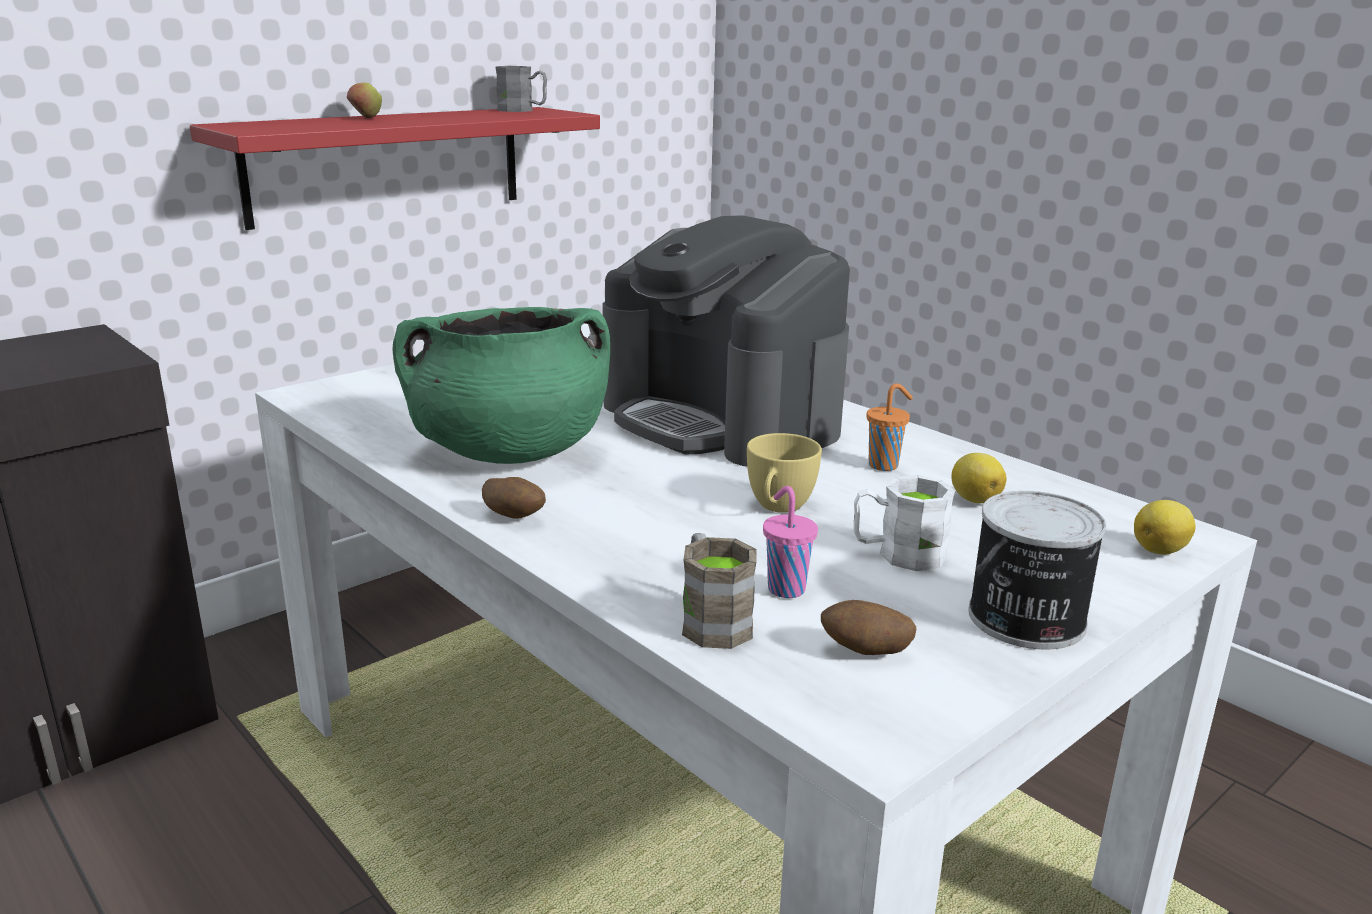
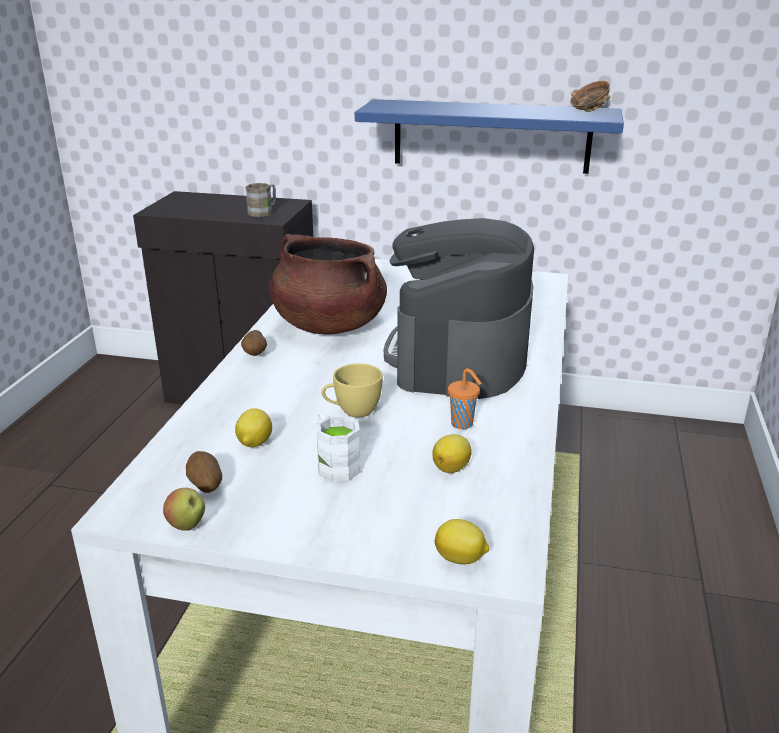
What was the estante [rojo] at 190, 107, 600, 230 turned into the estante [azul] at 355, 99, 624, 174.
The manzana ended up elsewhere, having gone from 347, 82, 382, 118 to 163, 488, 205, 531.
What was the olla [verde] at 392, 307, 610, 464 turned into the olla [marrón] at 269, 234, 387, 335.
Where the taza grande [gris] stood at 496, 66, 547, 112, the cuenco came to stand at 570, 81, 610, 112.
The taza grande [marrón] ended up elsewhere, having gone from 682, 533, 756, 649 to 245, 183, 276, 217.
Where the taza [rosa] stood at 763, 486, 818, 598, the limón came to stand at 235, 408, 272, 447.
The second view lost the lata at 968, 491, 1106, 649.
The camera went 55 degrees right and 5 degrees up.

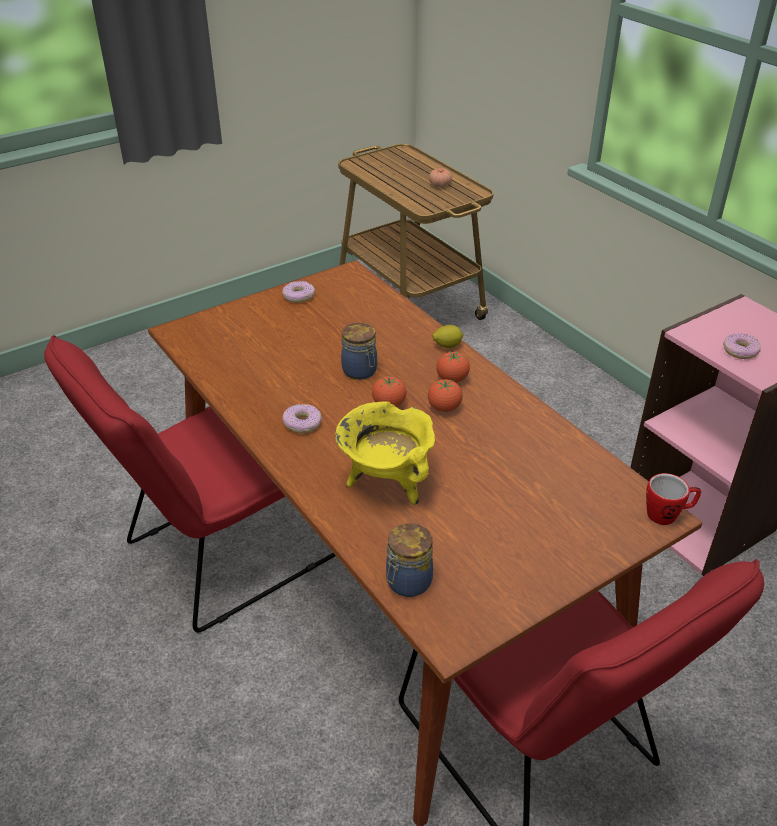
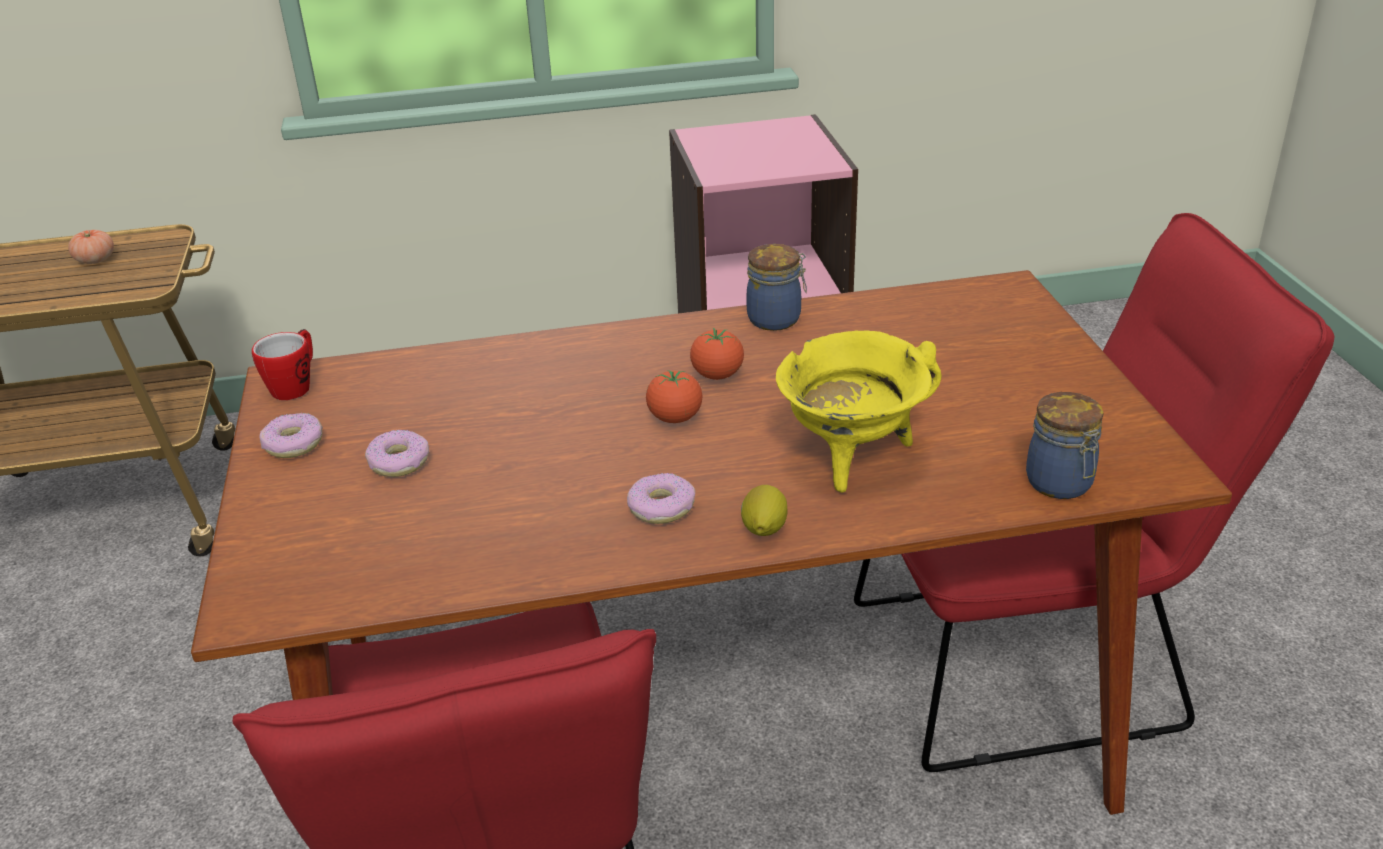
The tarro ended up elsewhere, having gone from 341, 323, 377, 380 to 746, 244, 807, 331.
The limón ended up elsewhere, having gone from 432, 325, 464, 348 to 741, 485, 787, 536.
The second view lost the tomate at 436, 351, 470, 383.
The taza grande ended up elsewhere, having gone from 646, 473, 701, 525 to 252, 329, 313, 400.
The rosquilla ended up elsewhere, having gone from 723, 333, 761, 359 to 365, 430, 429, 477.
The camera went 65 degrees left and 5 degrees down.

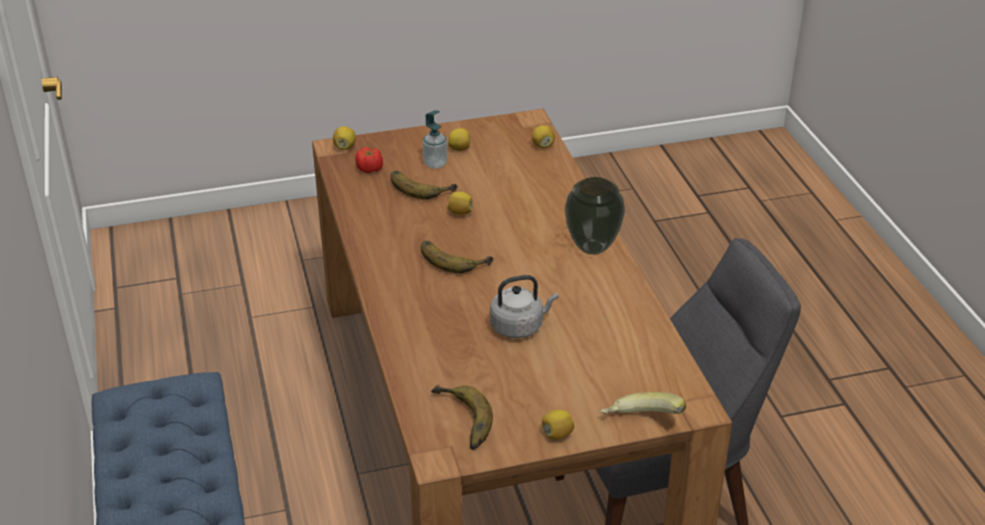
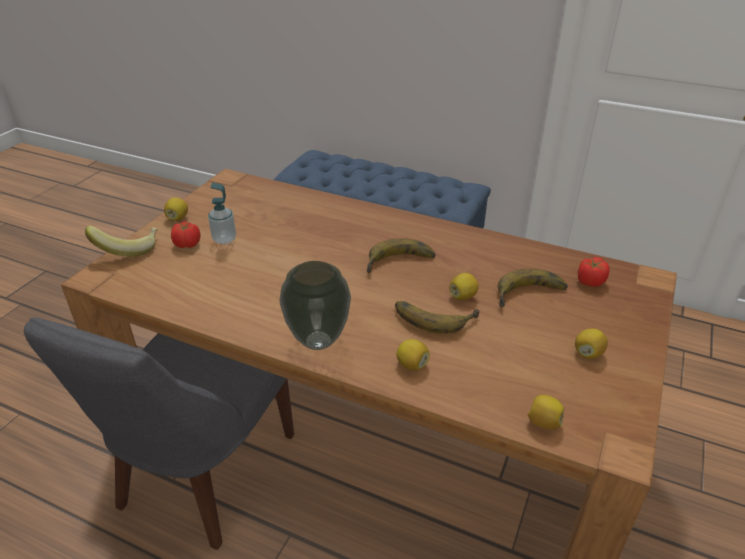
The limón ended up elsewhere, having gone from 333, 126, 356, 150 to 396, 339, 430, 371.
The dispensador de jabón ended up elsewhere, having gone from 423, 110, 448, 169 to 208, 182, 236, 244.
The plátano ended up elsewhere, having gone from 431, 385, 493, 450 to 395, 301, 480, 333.
The second view lost the hervidor [gris] at 490, 275, 558, 338.
The second view gained the tomate at 171, 222, 200, 248.
The camera went 130 degrees right and 0 degrees up.

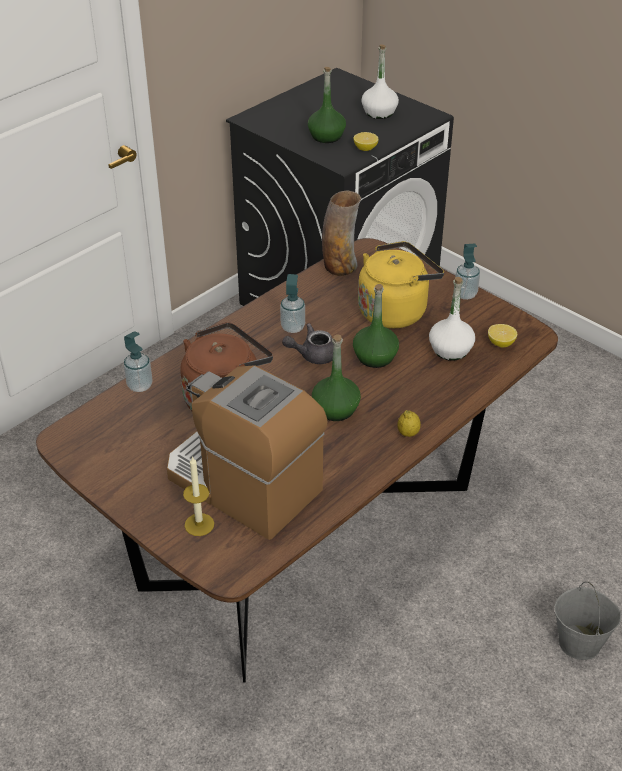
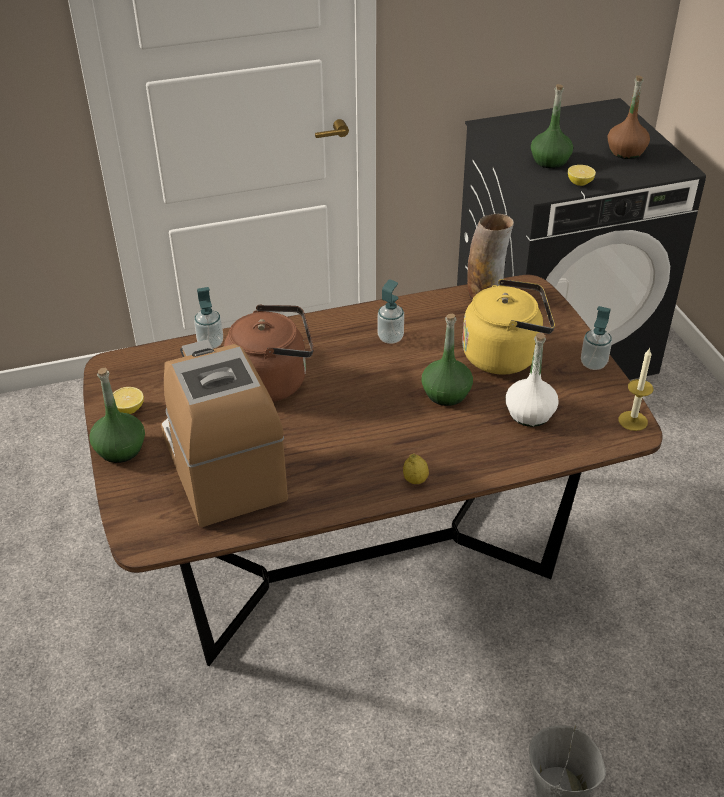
The vela ended up elsewhere, having gone from 183, 456, 214, 536 to 619, 348, 653, 431.
The second view lost the tetera [gris] at 282, 323, 334, 364.
The botella [verde] ended up elsewhere, having gone from 312, 334, 361, 421 to 89, 368, 145, 463.
What was the botella [blanco] at 361, 44, 399, 119 turned into the botella [marrón] at 608, 75, 650, 159.
The limón ended up elsewhere, having gone from 488, 324, 517, 348 to 113, 387, 144, 414.
The camera went 30 degrees right and 0 degrees up.

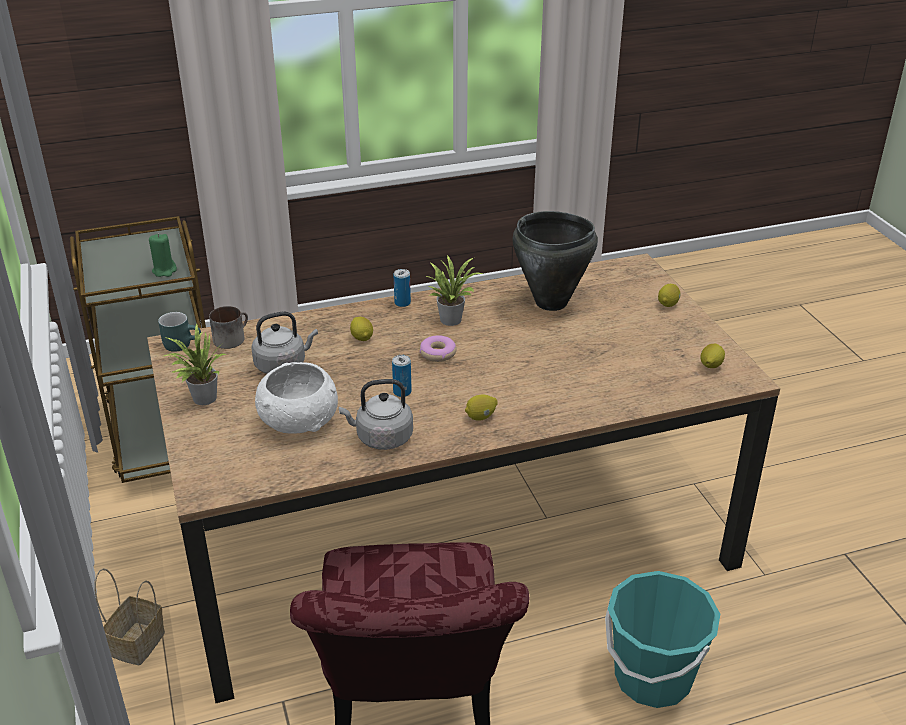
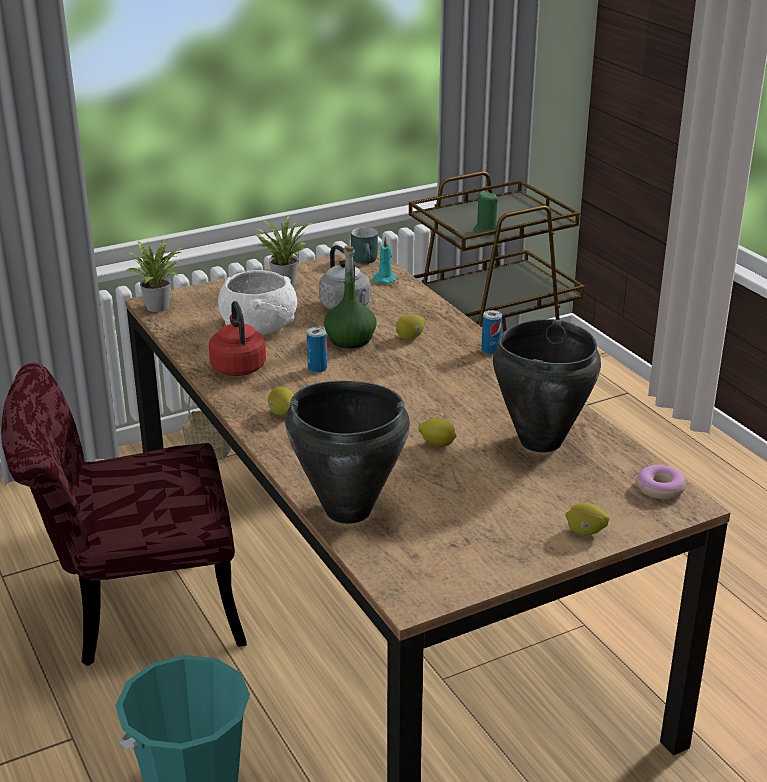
Where the taza grande stood at 209, 306, 248, 349, the vela [turquesa] came to stand at 373, 237, 397, 284.
What was the hervidor [gris] at 339, 379, 413, 450 turned into the hervidor [rojo] at 209, 301, 266, 376.
The rosquilla ended up elsewhere, having gone from 420, 335, 457, 362 to 636, 465, 686, 499.
The planta en maceta ended up elsewhere, having gone from 426, 255, 484, 326 to 126, 240, 184, 312.
The limón ended up elsewhere, having gone from 701, 344, 725, 368 to 418, 418, 457, 447.
The second view gained the olla [negro] at 285, 381, 410, 524.
The second view gained the botella [verde] at 324, 246, 376, 348.
The camera went 80 degrees right and 5 degrees down.

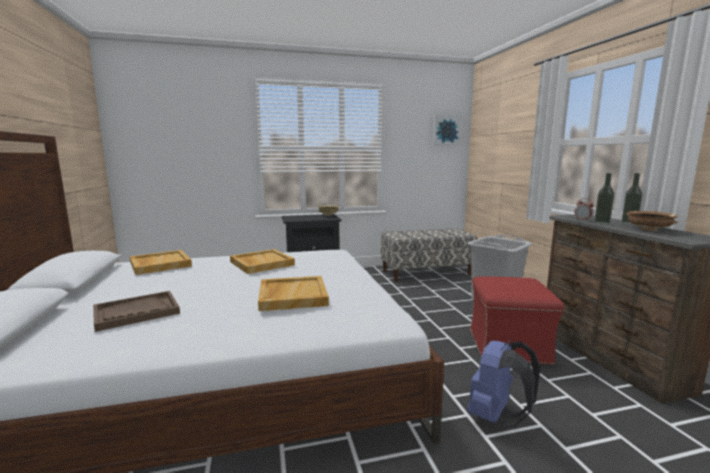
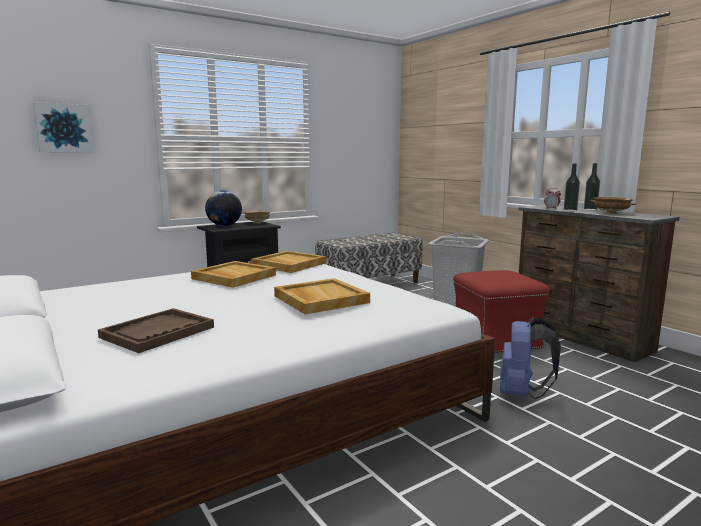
The bandeja [beis] ended up elsewhere, having gone from 130, 250, 192, 275 to 251, 251, 326, 273.
The cuadro ended up elsewhere, having gone from 433, 115, 462, 146 to 33, 102, 93, 153.
The second view gained the globo terráqueo at 205, 190, 242, 226.
The camera went 20 degrees left and 0 degrees up.

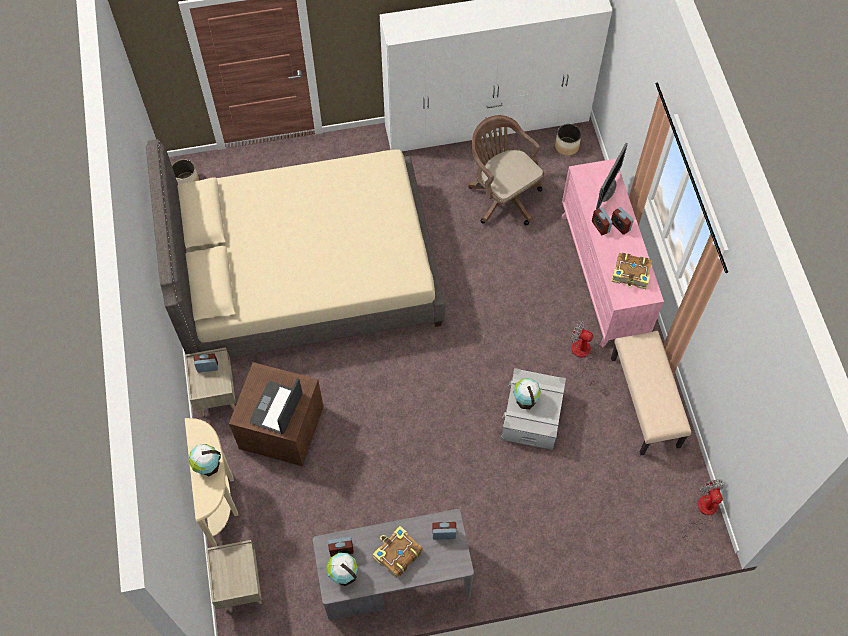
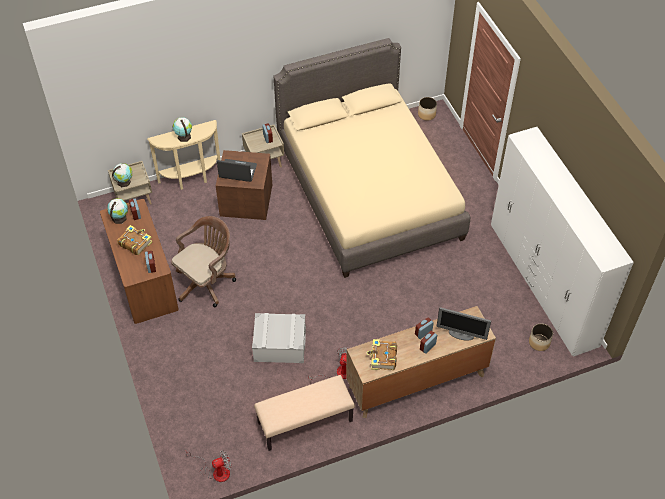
What was the escritorio [gris] at 313, 509, 474, 620 turned into the escritorio [marrón] at 100, 199, 179, 324.
The silla de oficina [marrón] ended up elsewhere, having gone from 468, 115, 544, 225 to 171, 216, 236, 307.
The globo terráqueo ended up elsewhere, having gone from 513, 378, 541, 409 to 112, 163, 132, 187.
What was the cómoda [rosa] at 561, 159, 664, 347 turned into the cómoda [marrón] at 346, 306, 496, 418.
The camera went 80 degrees right and 10 degrees down.

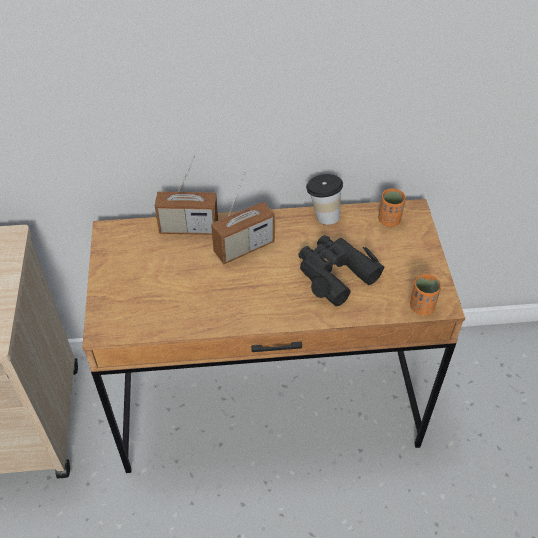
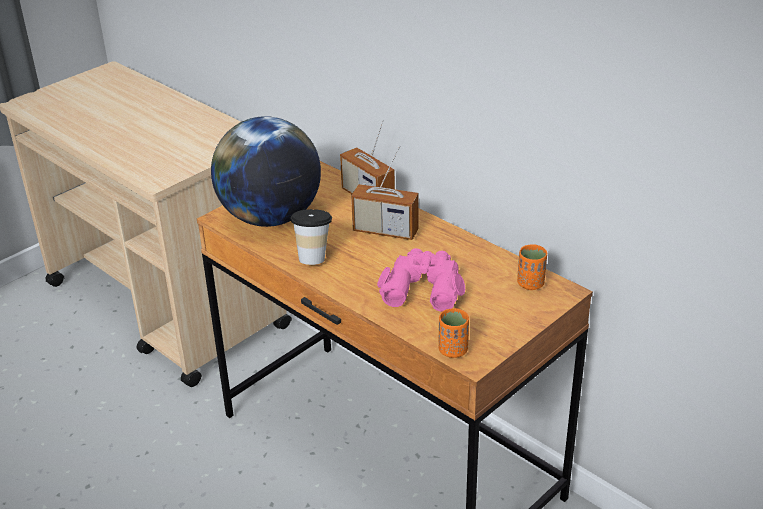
What was the prismáticos [negro] at 298, 235, 384, 306 turned into the prismáticos [rosa] at 377, 248, 465, 312.
The taza ended up elsewhere, having gone from 306, 174, 343, 225 to 291, 209, 332, 265.
The second view gained the globo terráqueo at 211, 116, 321, 227.
The camera went 50 degrees right and 15 degrees down.

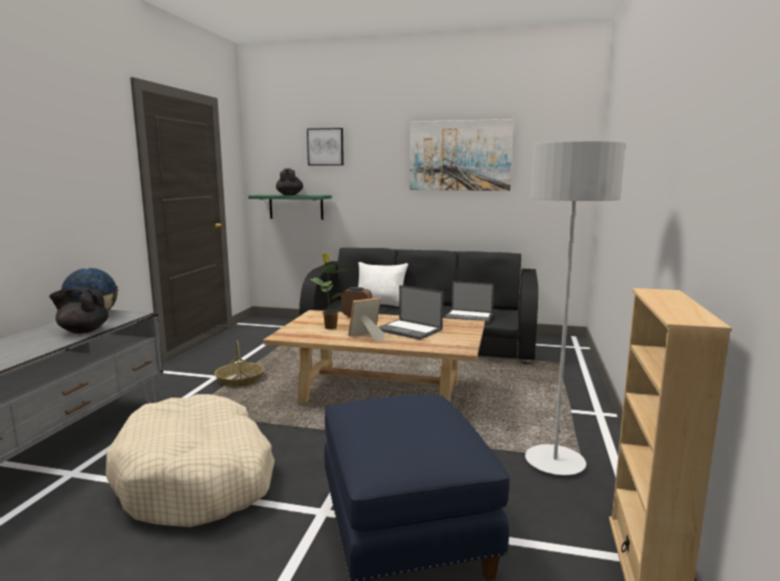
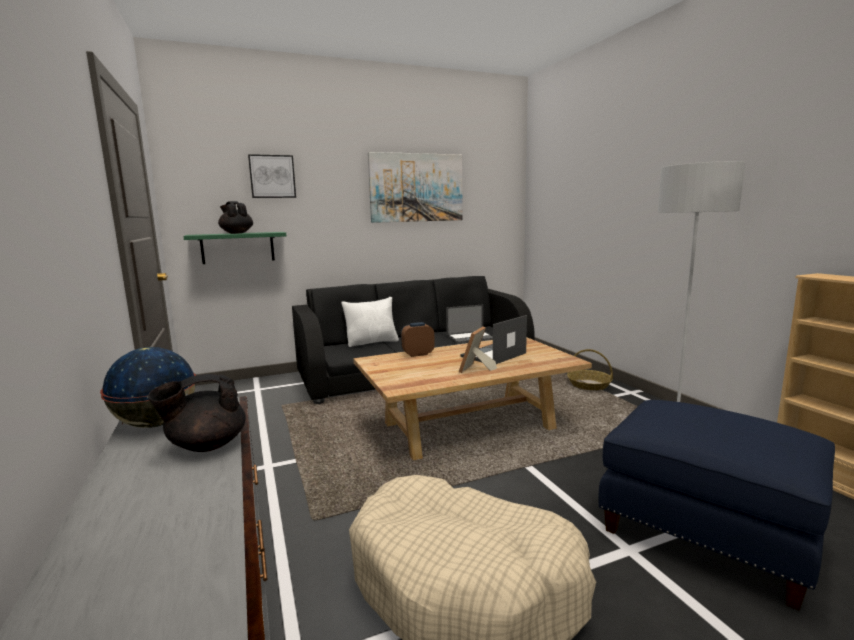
The cesta ended up elsewhere, having gone from 214, 340, 264, 386 to 567, 349, 613, 390.
The second view lost the planta en maceta at 309, 254, 348, 329.
The portátil at 379, 285, 443, 340 ended up facing another way, 135 degrees clockwise from before.
The camera went 35 degrees left and 0 degrees up.

